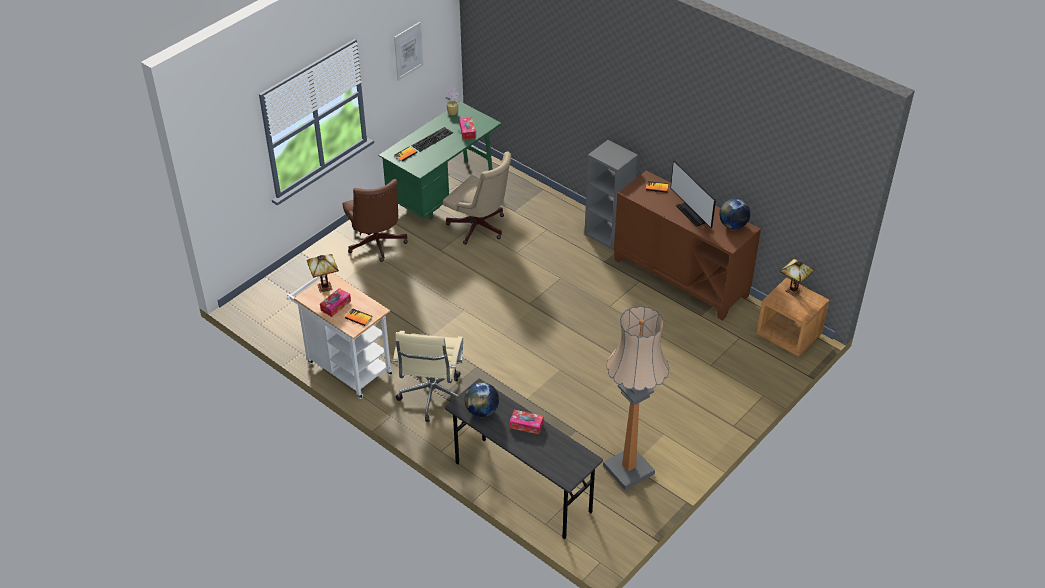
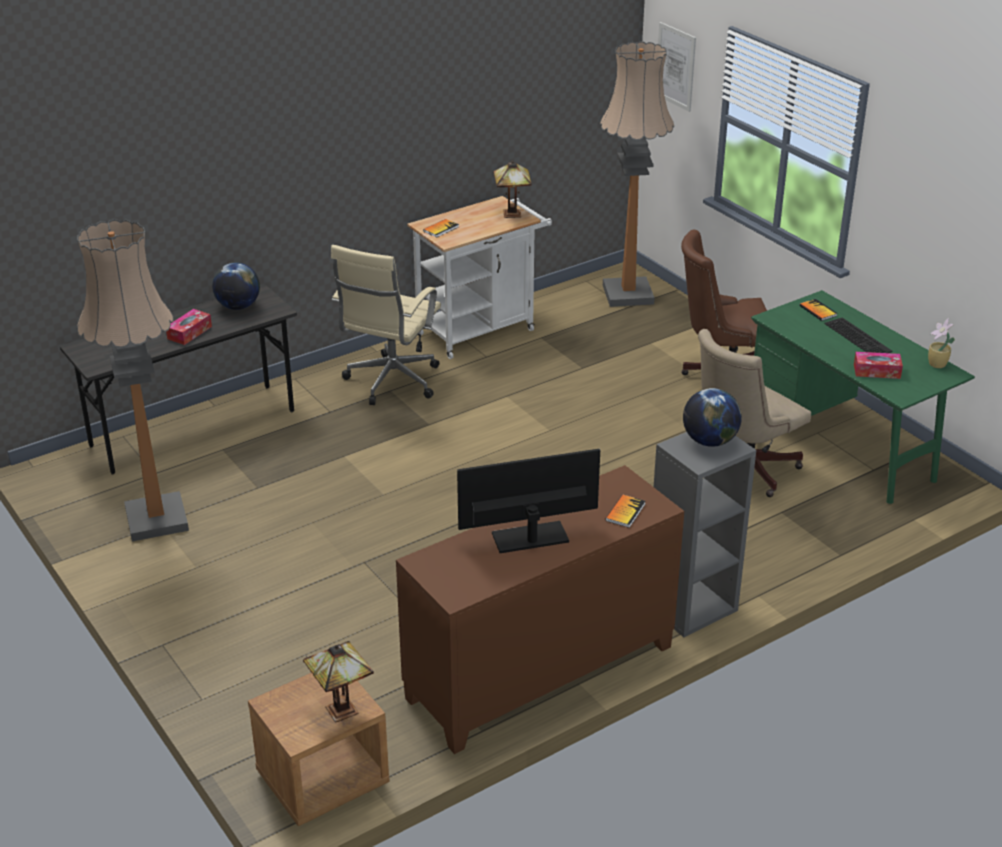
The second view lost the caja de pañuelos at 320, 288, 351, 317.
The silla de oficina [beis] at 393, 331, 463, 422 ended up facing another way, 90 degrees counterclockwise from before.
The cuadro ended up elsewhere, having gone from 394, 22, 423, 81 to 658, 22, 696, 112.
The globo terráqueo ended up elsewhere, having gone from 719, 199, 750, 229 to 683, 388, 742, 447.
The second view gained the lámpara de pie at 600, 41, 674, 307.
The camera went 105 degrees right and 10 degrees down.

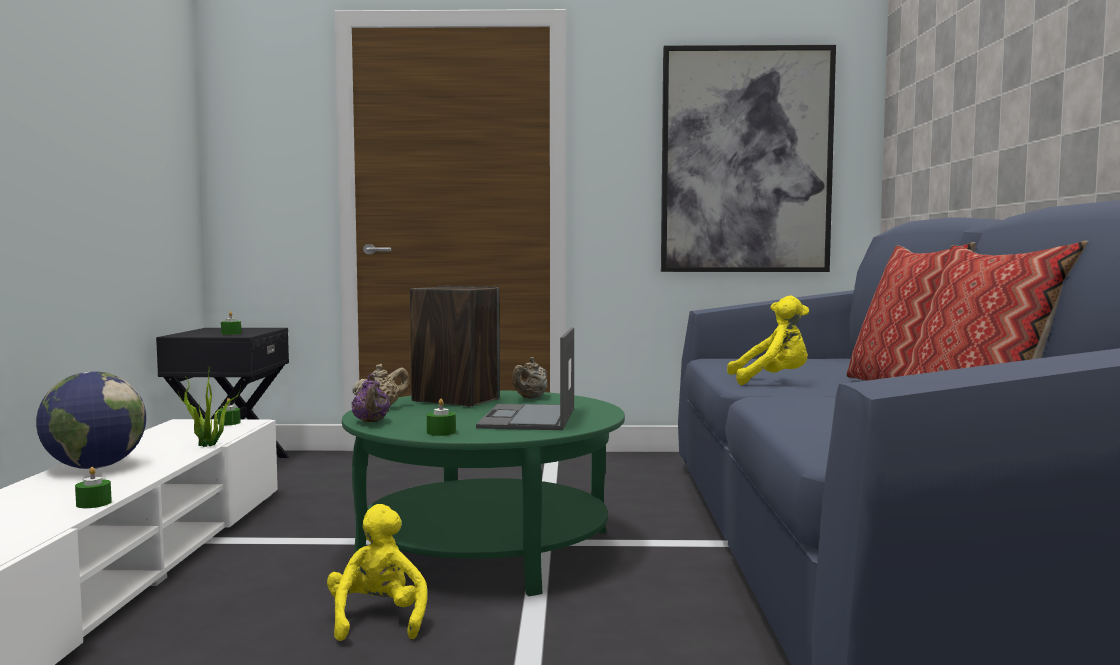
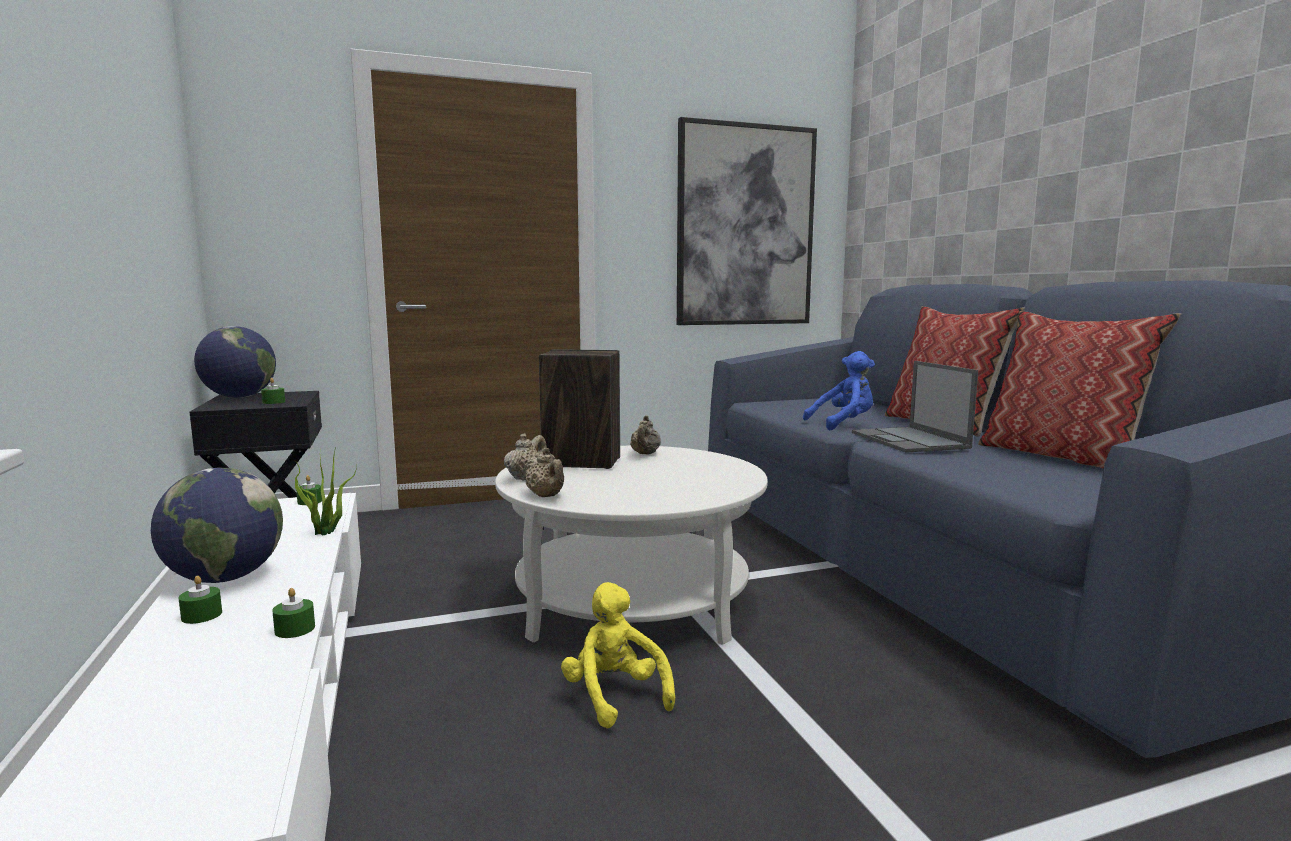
What was the mesa de centro [verde] at 342, 390, 625, 596 turned into the mesa de centro [blanco] at 495, 446, 768, 645.
What was the tetera [morado] at 351, 374, 390, 422 turned into the tetera [beis] at 525, 448, 564, 497.
The vela [verde] ended up elsewhere, having gone from 427, 399, 456, 436 to 179, 576, 222, 624.
The portátil ended up elsewhere, having gone from 476, 328, 574, 430 to 852, 361, 978, 453.
What was the peluche [amarillo] at 727, 296, 809, 385 turned into the peluche [azul] at 803, 351, 875, 431.
The second view gained the globo terráqueo at 194, 326, 276, 398.
The camera went 20 degrees left and 5 degrees up.

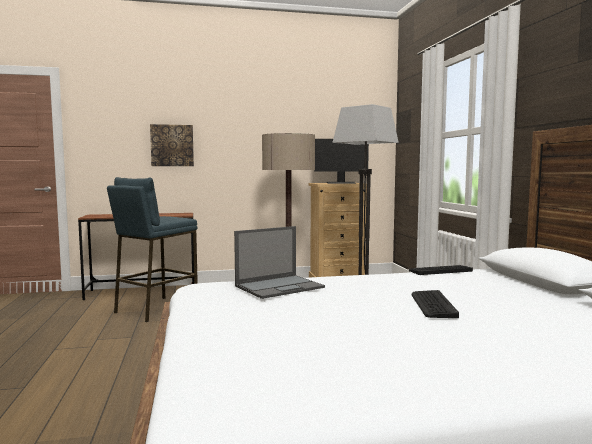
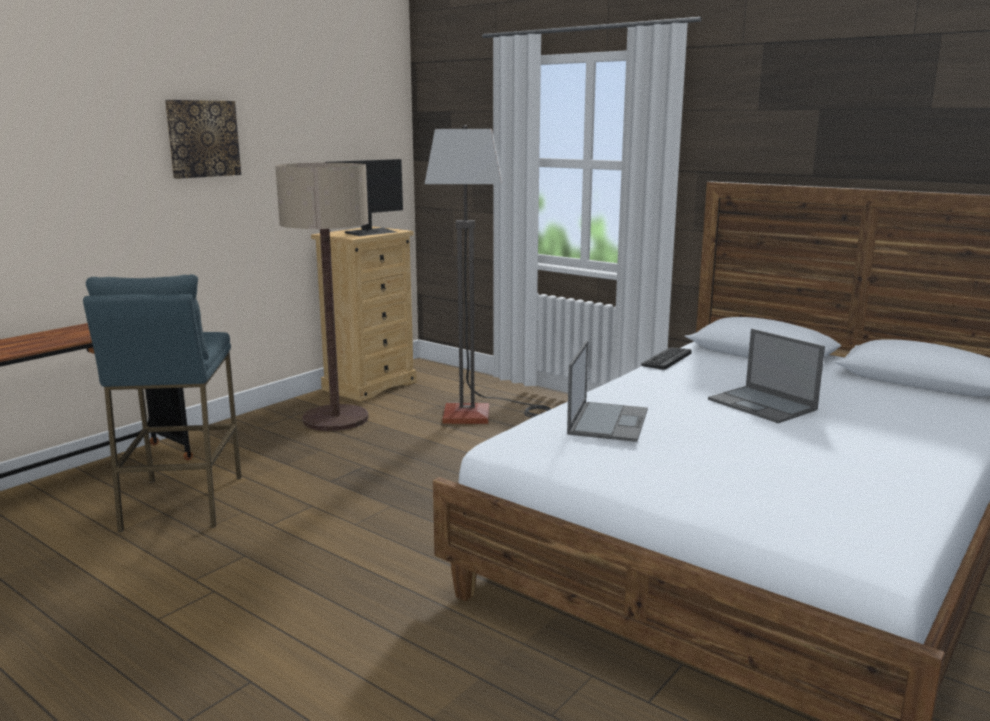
The cuadro ended up elsewhere, having gone from 150, 124, 194, 166 to 165, 100, 241, 179.
Where the teclado stood at 412, 290, 459, 318, the portátil came to stand at 708, 329, 825, 423.
The camera went 40 degrees left and 10 degrees up.

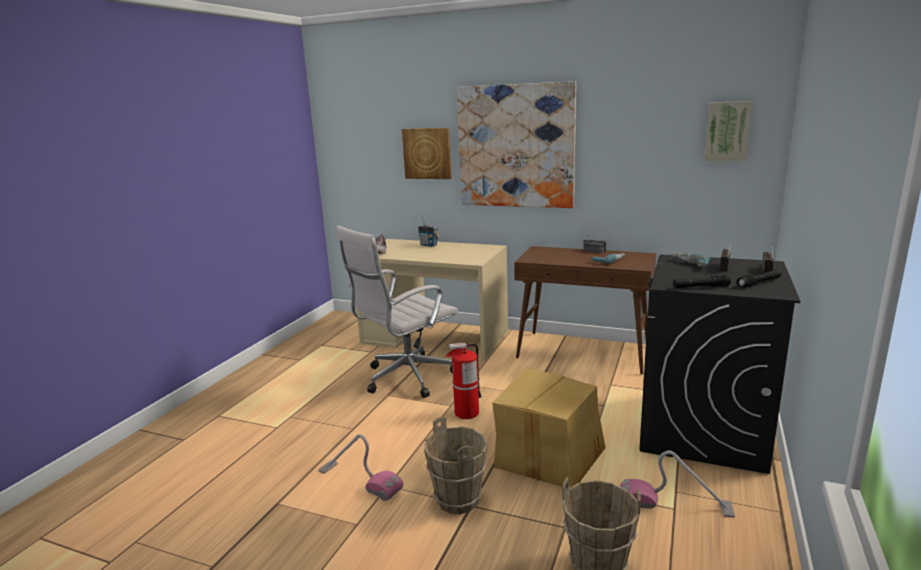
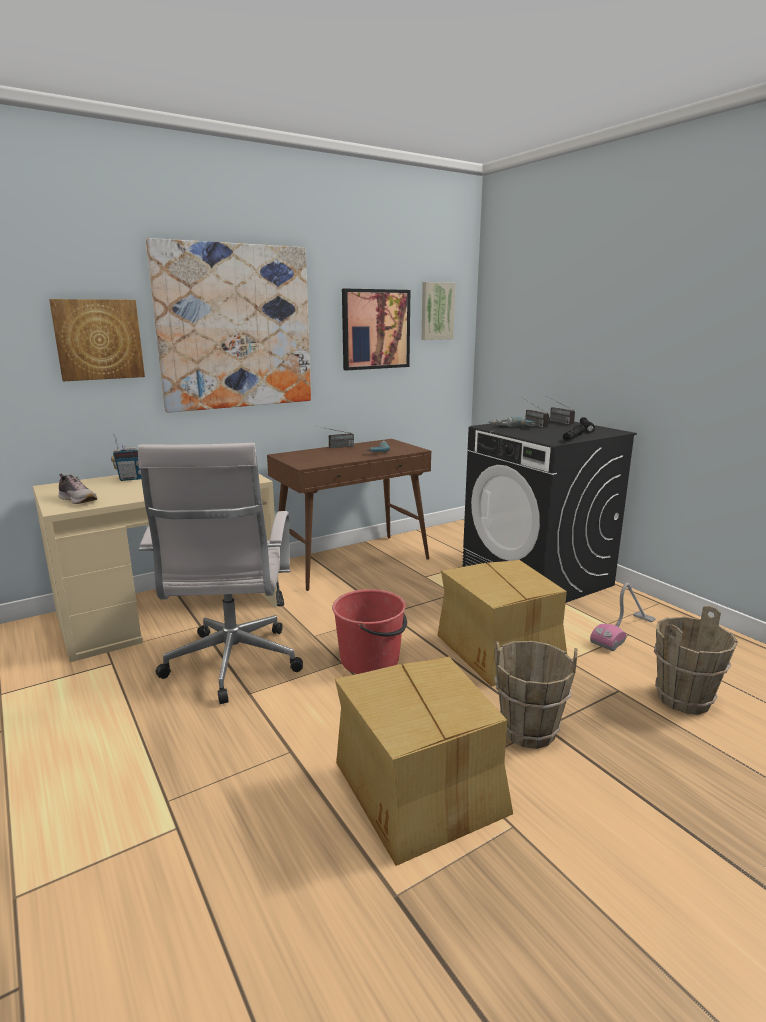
Where the aspiradora stood at 318, 434, 403, 501, the caja de cartón came to stand at 335, 657, 513, 866.
Where the extintor stood at 446, 343, 482, 419, the cubo [rojo] came to stand at 332, 589, 407, 674.
The second view gained the cuadro at 342, 289, 410, 371.
The camera went 55 degrees left and 0 degrees up.

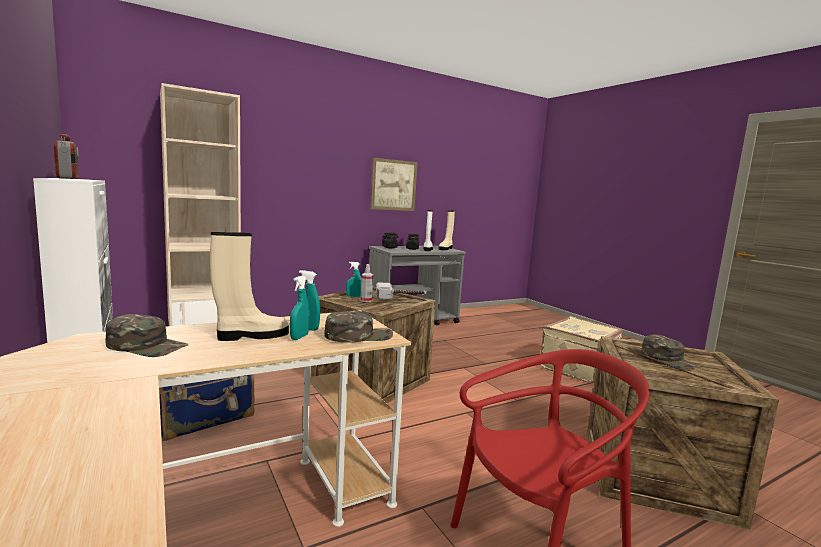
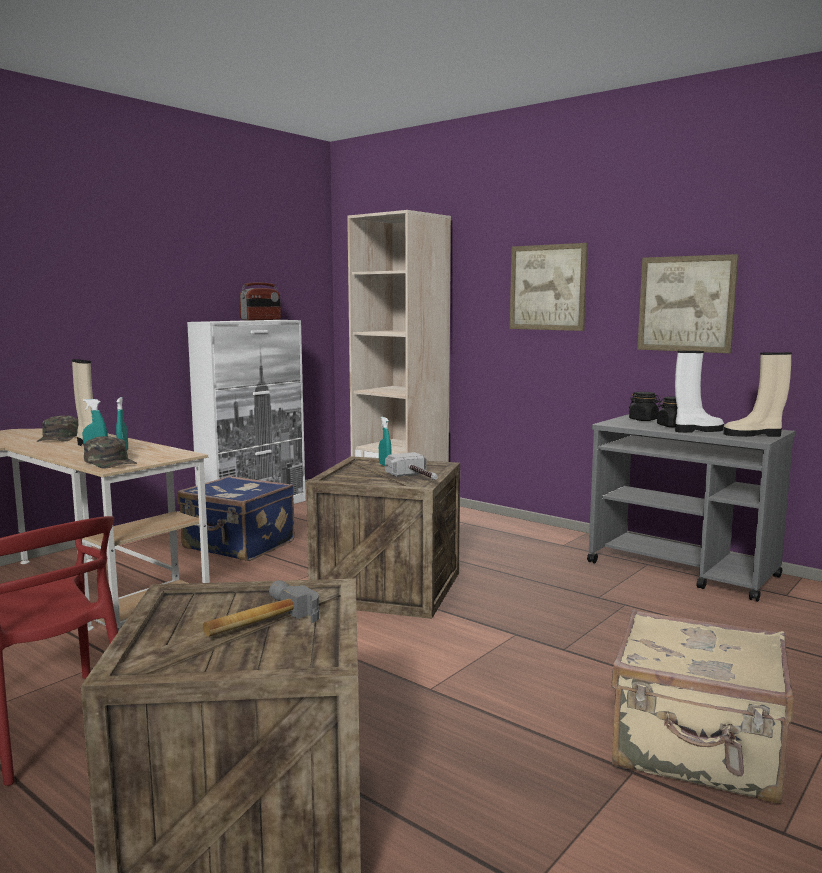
The second view lost the pulverizador at 361, 264, 373, 302.
Where the gorra [verde] stood at 642, 334, 700, 369, the martillo came to stand at 203, 580, 319, 637.
The second view gained the cuadro at 510, 243, 588, 331.
The camera went 70 degrees right and 0 degrees up.

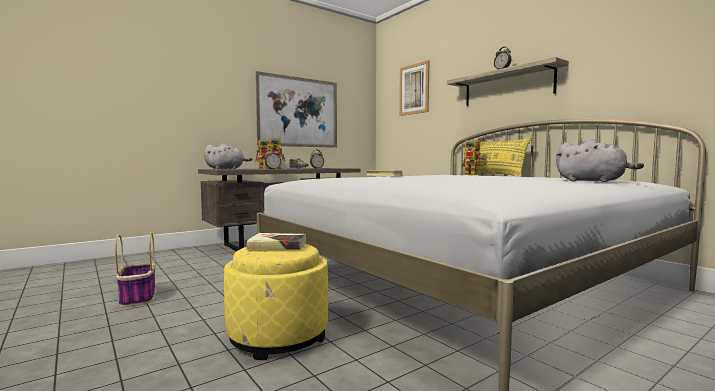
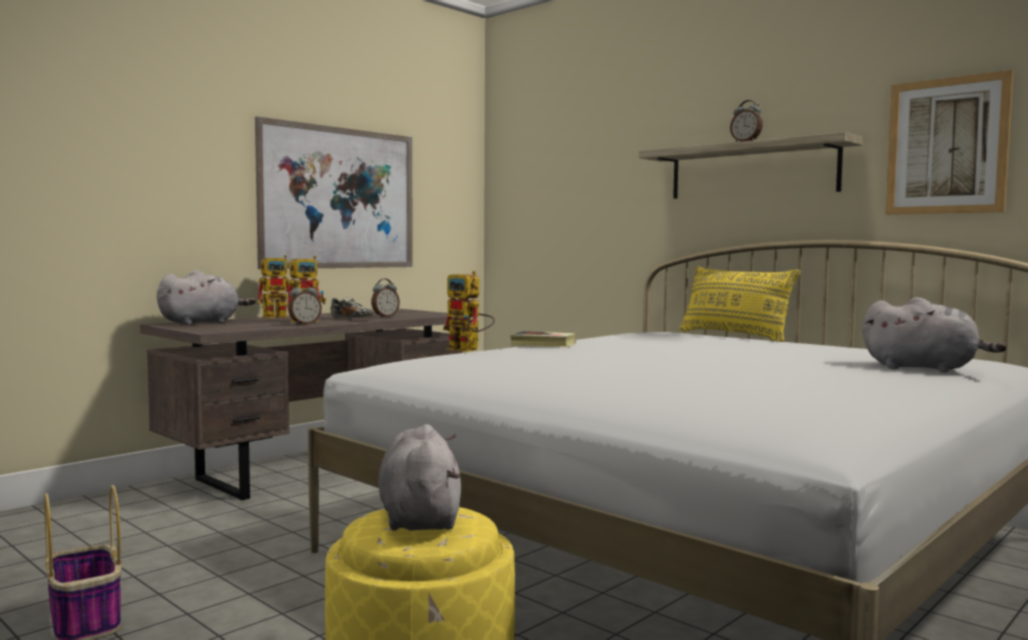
Where the libro stood at 246, 233, 306, 250, the peluche [gris] came to stand at 378, 424, 461, 531.
The cuadro ended up elsewhere, having gone from 399, 60, 429, 116 to 885, 70, 1013, 215.
The robot de juguete ended up elsewhere, having gone from 462, 138, 488, 175 to 443, 271, 495, 352.
The camera went 10 degrees left and 0 degrees up.

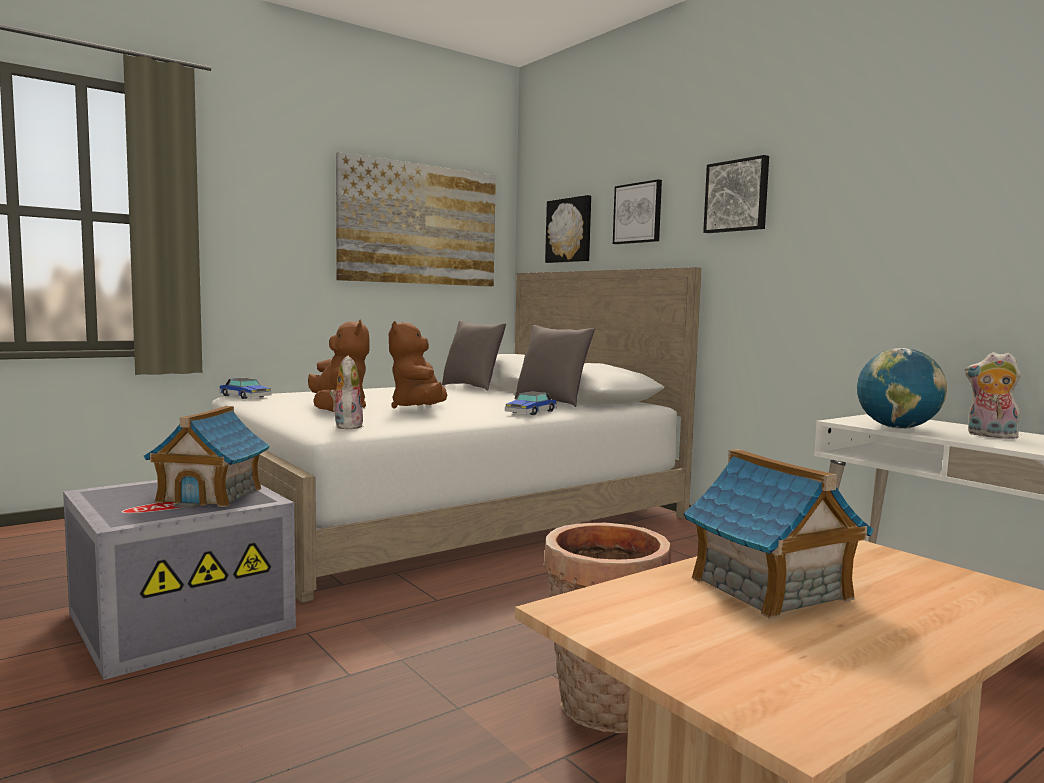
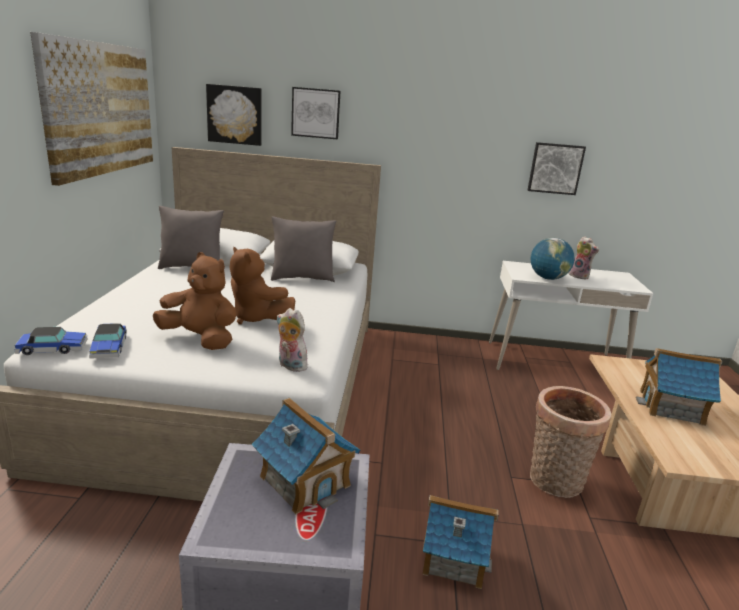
The coche de juguete ended up elsewhere, having gone from 505, 391, 557, 415 to 89, 323, 127, 359.
The cuadro ended up elsewhere, having gone from 703, 155, 769, 233 to 528, 142, 586, 195.
The peluche at 965, 352, 1021, 439 ended up facing another way, 120 degrees counterclockwise from before.
The second view gained the casita at 422, 495, 499, 589.
The camera went 50 degrees left and 15 degrees up.

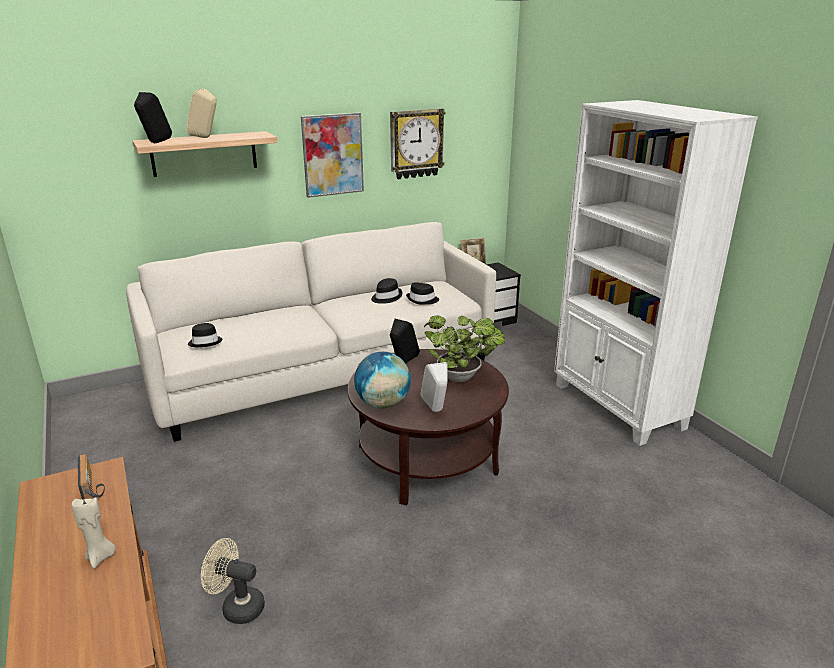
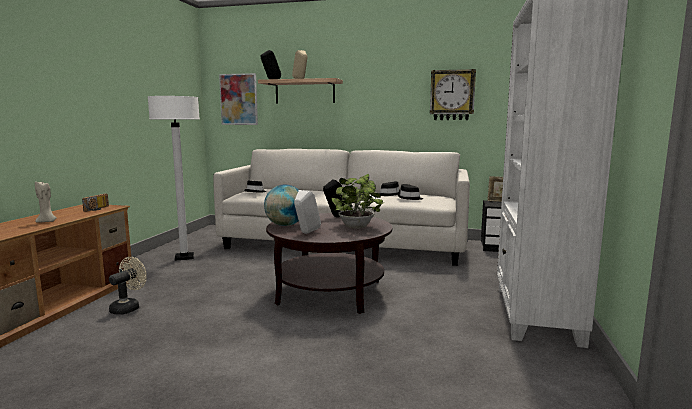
The ventilador [beis] at 201, 538, 265, 624 ended up facing another way, 60 degrees clockwise from before.
The cuadro ended up elsewhere, having gone from 301, 113, 364, 198 to 219, 73, 258, 125.
The second view gained the lámpara de pie [blanco] at 148, 96, 200, 260.
The camera went 40 degrees right and 15 degrees down.

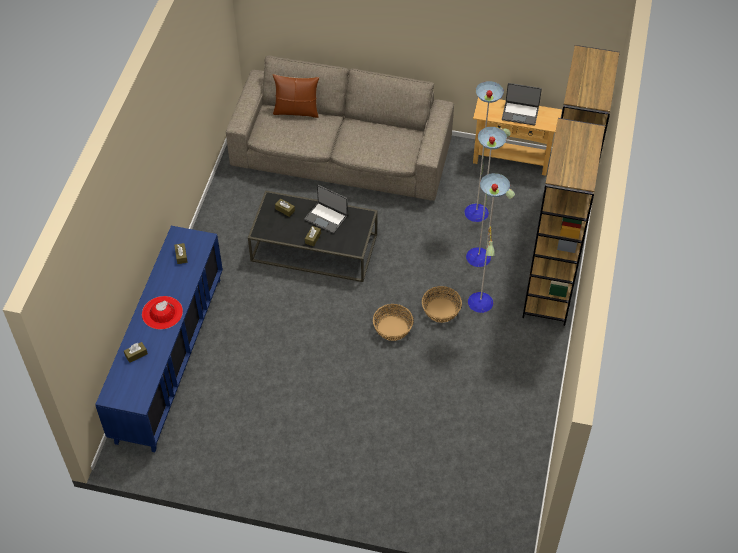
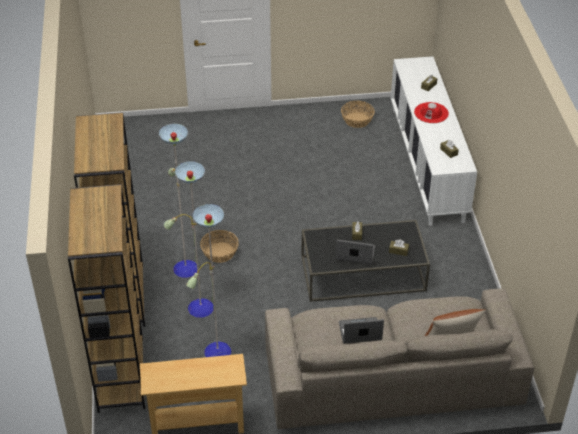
What was the armario [azul] at 95, 226, 223, 453 turned into the armario [blanco] at 391, 56, 477, 226.
The cesta ended up elsewhere, having gone from 373, 304, 414, 341 to 341, 101, 375, 128.
The portátil ended up elsewhere, having gone from 502, 83, 542, 126 to 339, 317, 384, 344.
The camera went 160 degrees right and 10 degrees down.

